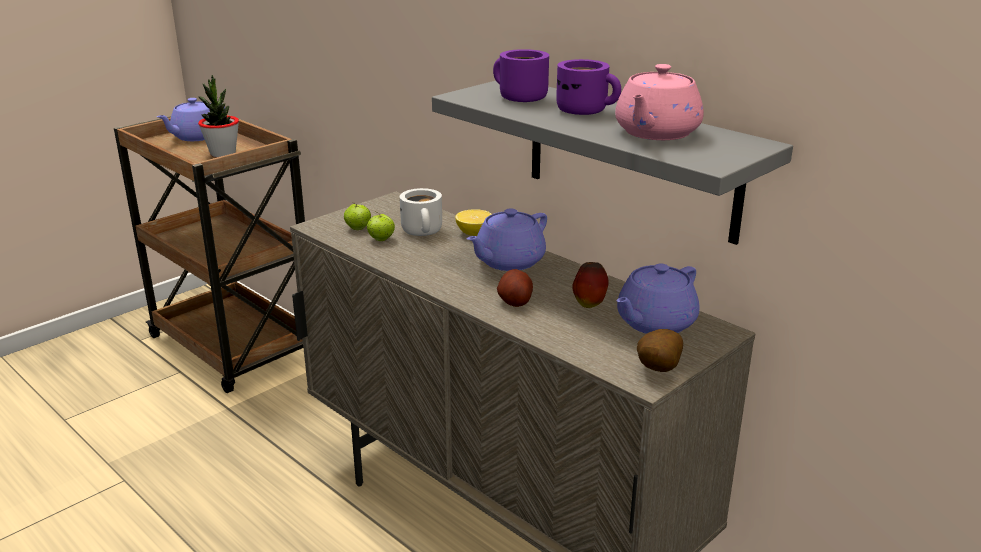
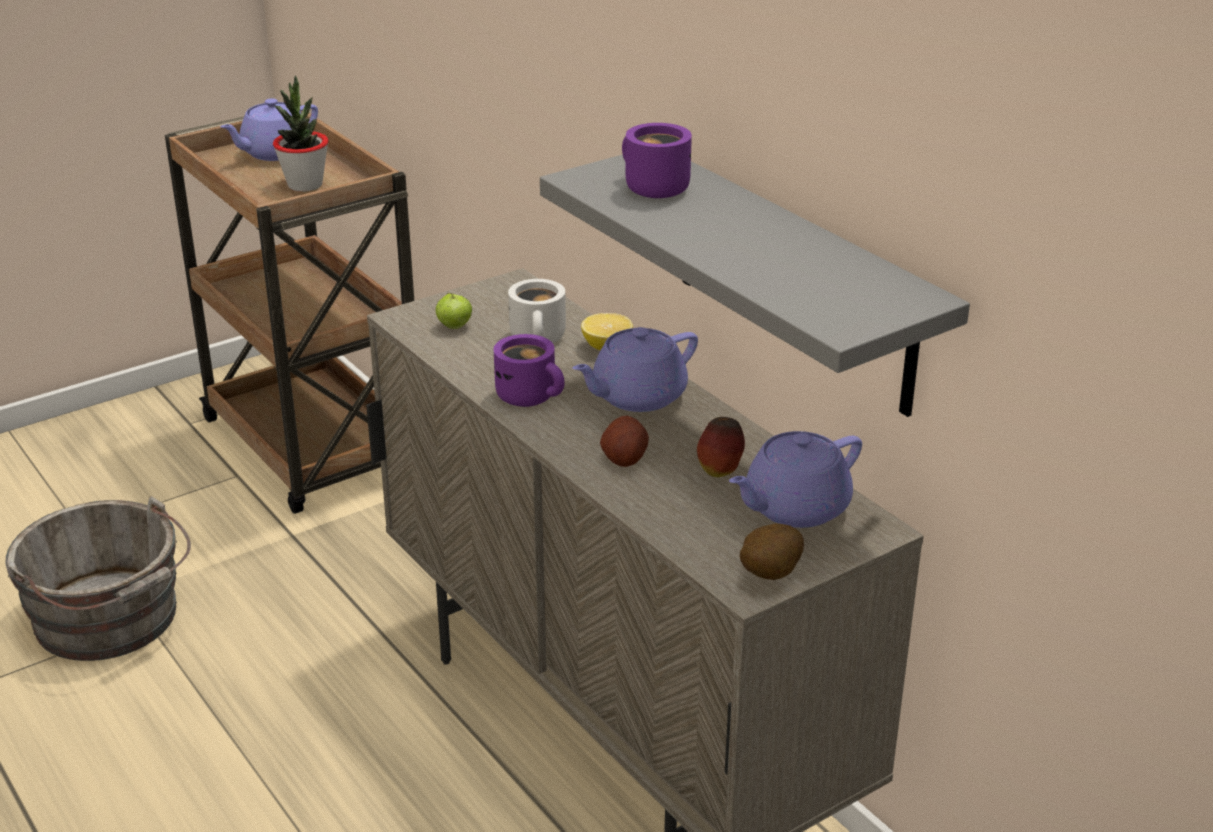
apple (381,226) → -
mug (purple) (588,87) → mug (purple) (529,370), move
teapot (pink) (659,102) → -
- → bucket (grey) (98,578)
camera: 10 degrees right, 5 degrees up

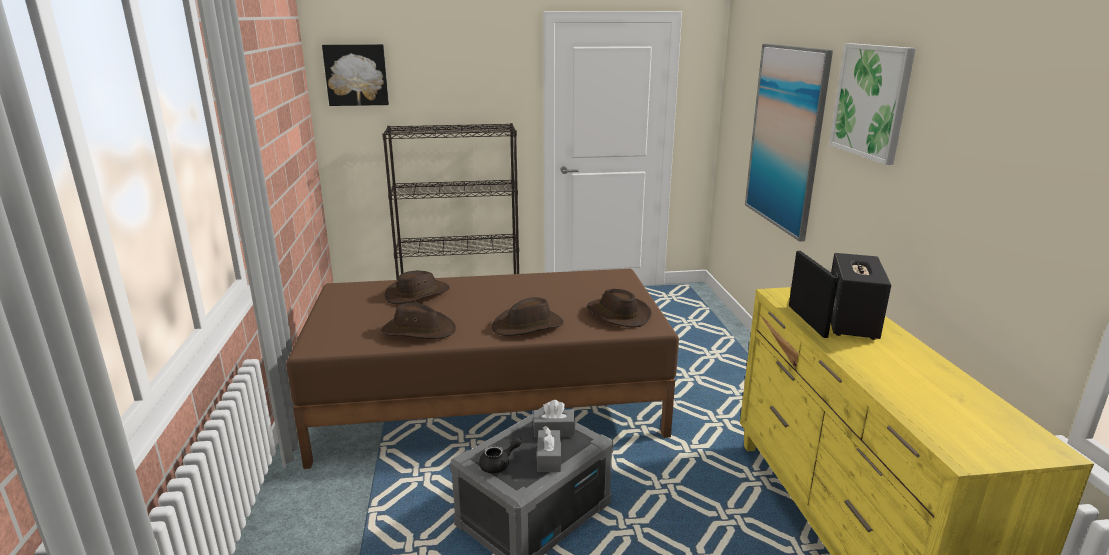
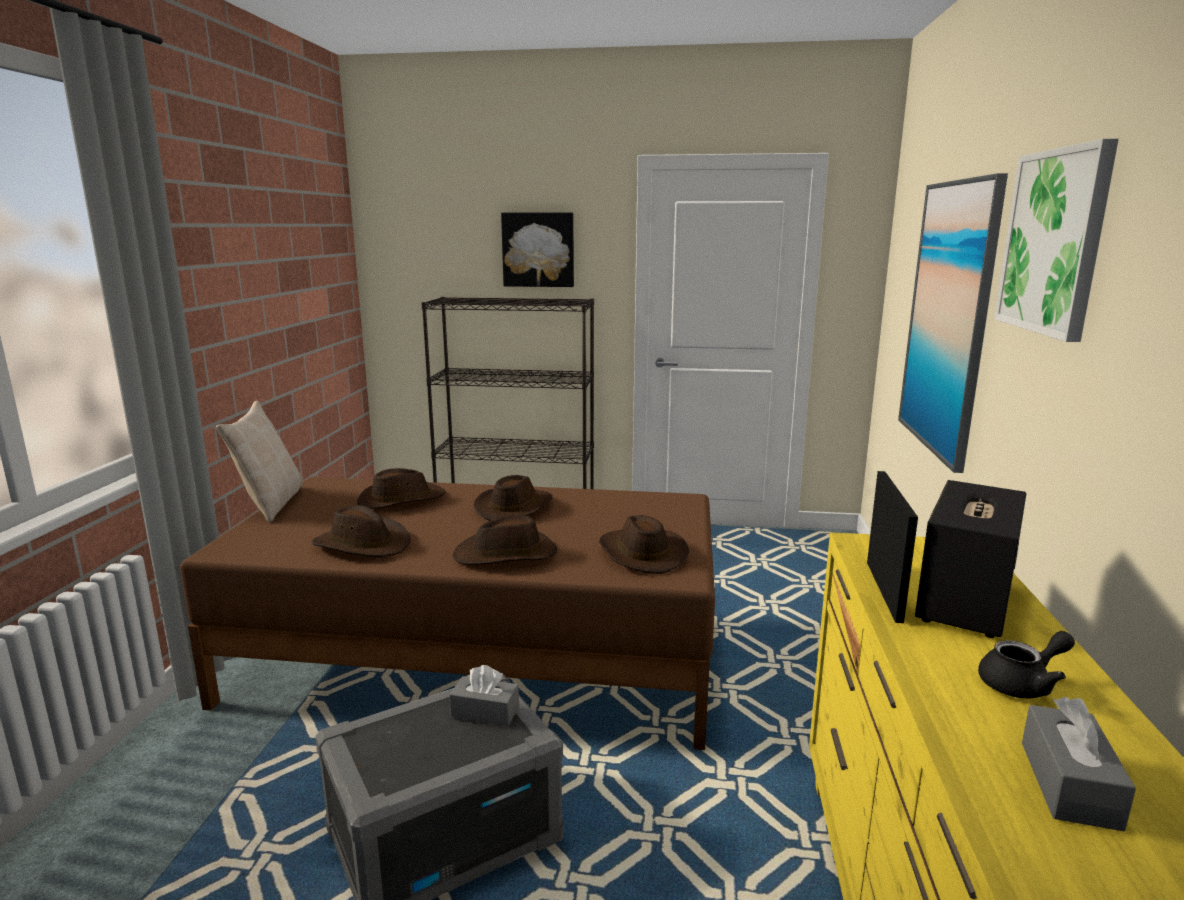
picture (355,75) → picture (537,249), move
teapot (black) (500,455) → teapot (black) (1026,665), move
tissue box (grey) (549,449) → tissue box (grey) (1079,764), move
- → pillow (beige) (259,461)
- → hat (brown) (513,498)
camera: 15 degrees right, 5 degrees down

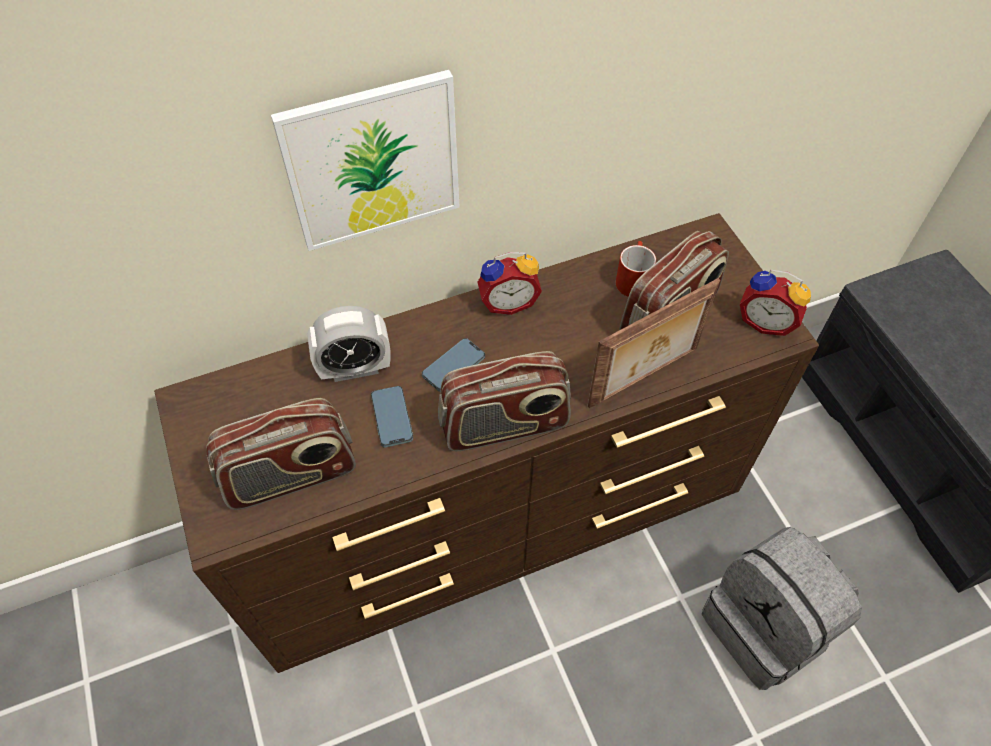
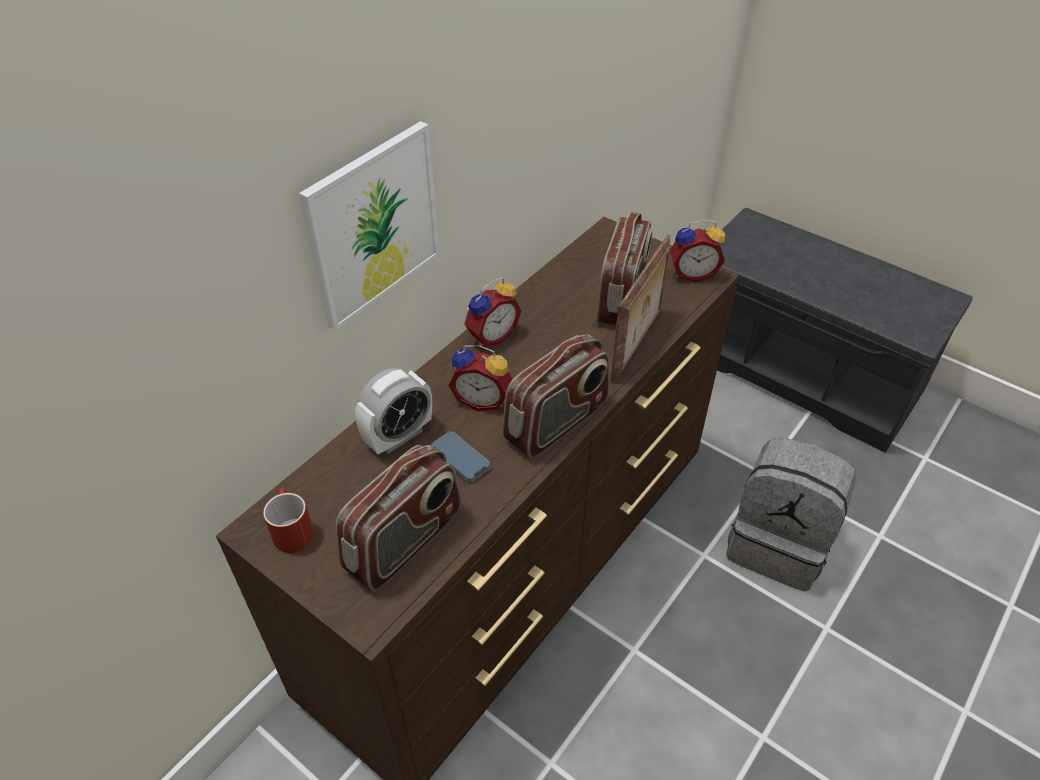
phone (453,365) → alarm clock (480,378)
mug (red) (636,269) → mug (red) (288,520), move
camera: 30 degrees left, 10 degrees down

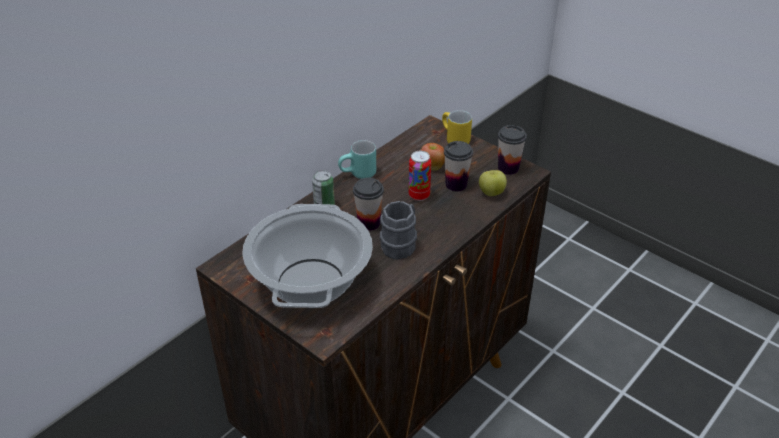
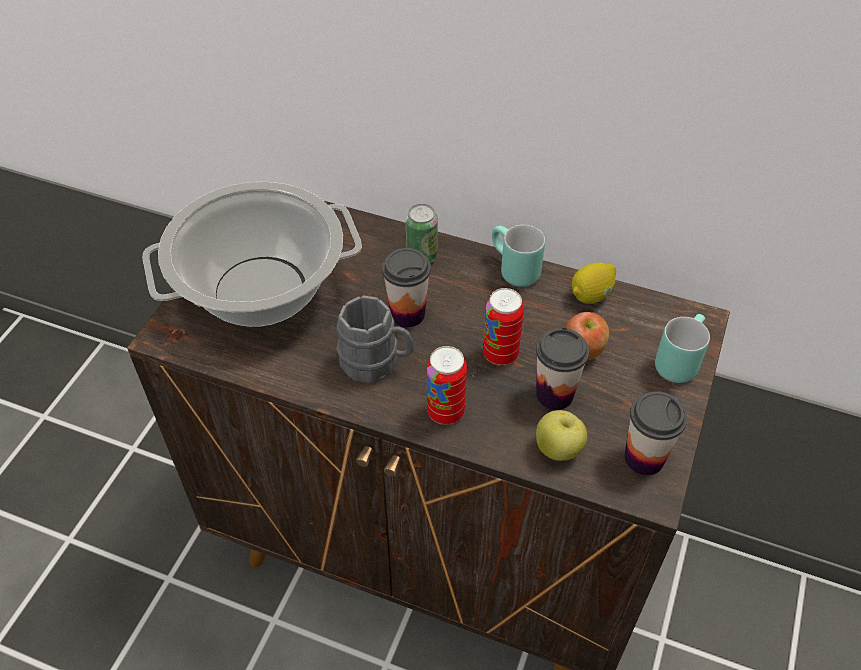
mug (yellow) (457,127) → mug (turquoise) (682,348)
- → can (447,385)
- → lemon (594,283)
camera: 70 degrees right, 10 degrees up

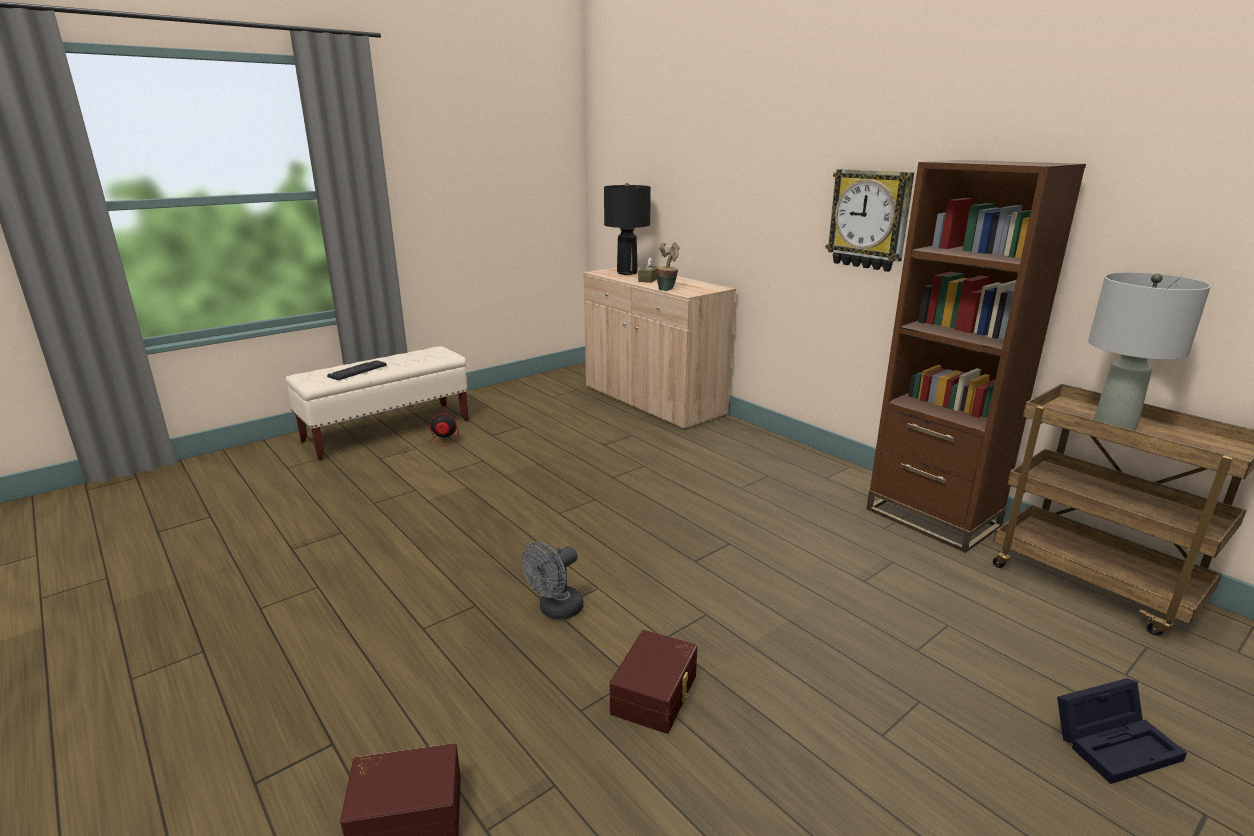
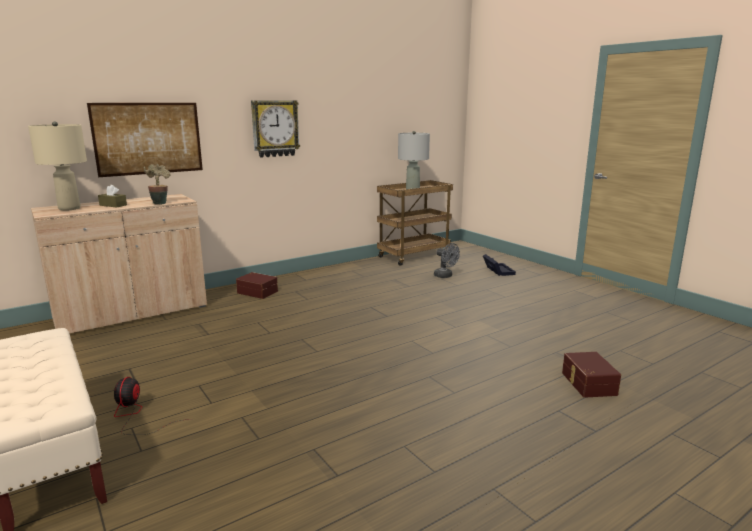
keyboard (357,370) → -
fan (grey) (553,580) → fan (grey) (447,260), move
table lamp (black) (627,229) → table lamp (beige) (57,166)
storage box (brown) (653,682) → storage box (brown) (257,285), move
bookcase (brown) (976,356) → -
- → picture (145,140)
camera: 85 degrees left, 5 degrees down

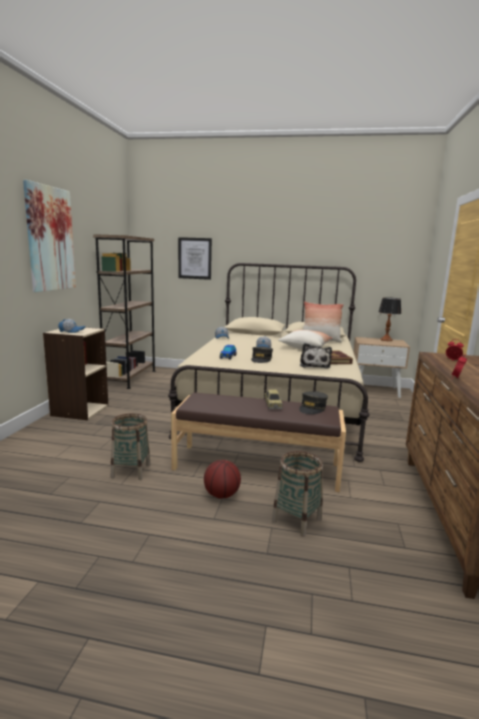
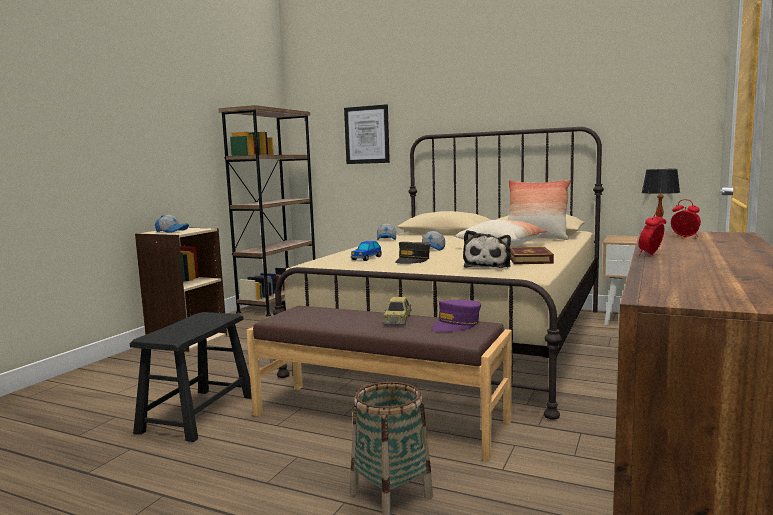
picture (49,236) → -
basket (131,446) → stool (black) (191,377)
basketball (222,479) → -
cap (grey) (313,402) → cap (purple) (456,316)
camera: 15 degrees right, 5 degrees down

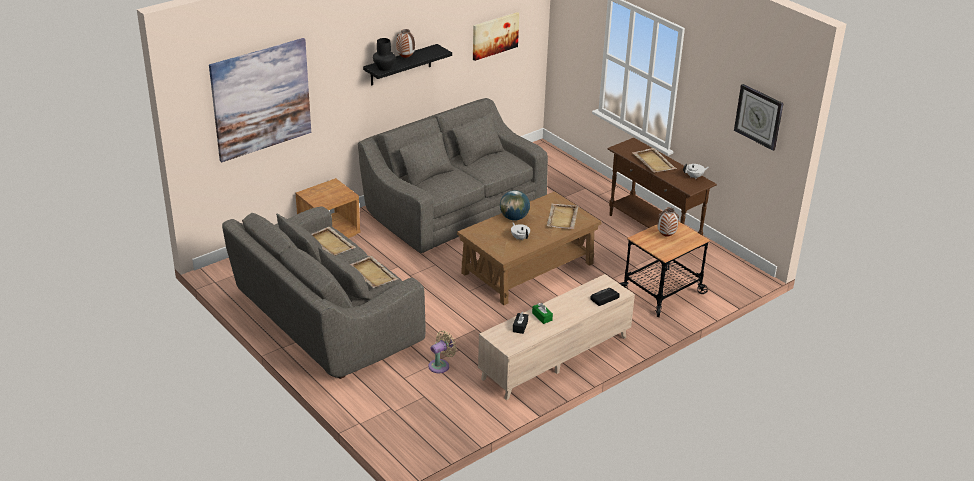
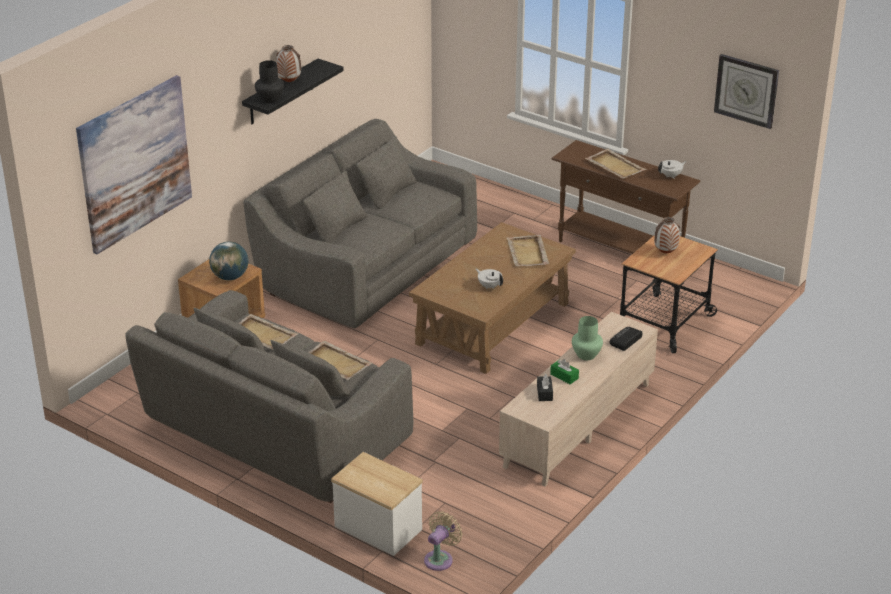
fan (beige) (442,352) → fan (beige) (443,541), move
picture (496,36) → -
globe (515,205) → globe (228,261), move
- → side table (377,504)
- → vase (green) (587,338)
camera: 15 degrees left, 0 degrees up

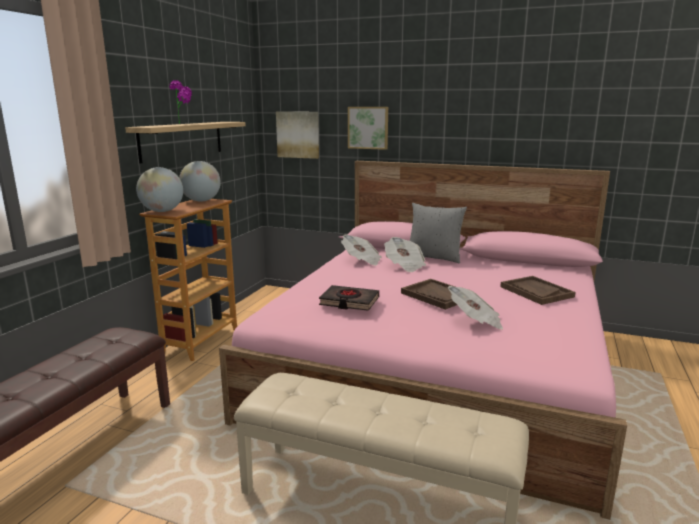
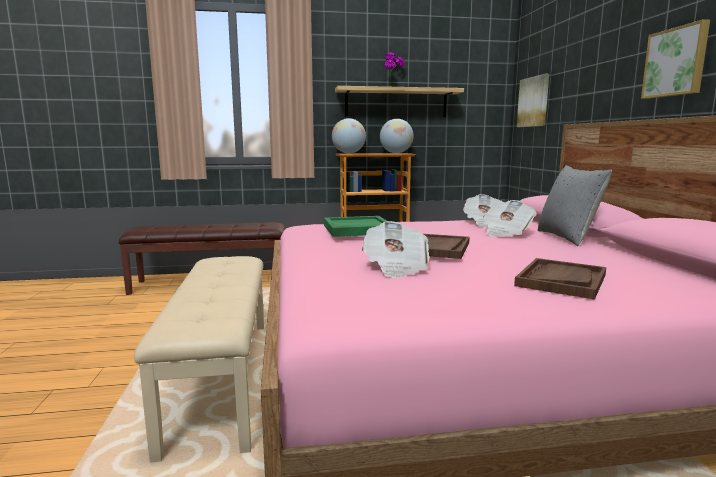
book (black) (349,298) → tray (green) (355,226)
picture (368,128) → picture (675,59), move
camera: 60 degrees right, 5 degrees down

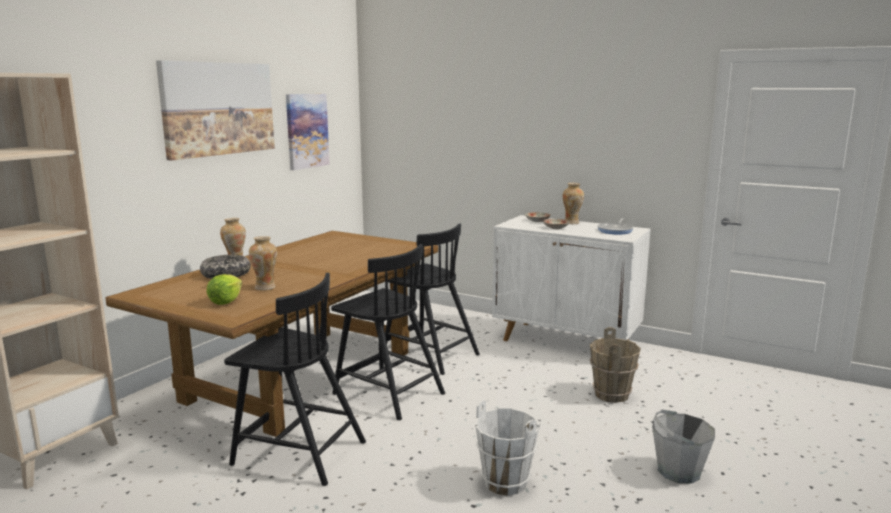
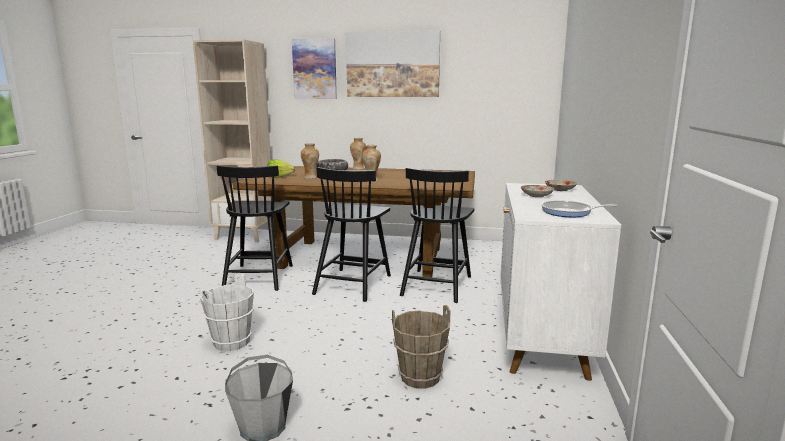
picture (308,132) → picture (314,68), move
vase (573,203) → vase (371,163), move
camera: 70 degrees right, 0 degrees up

